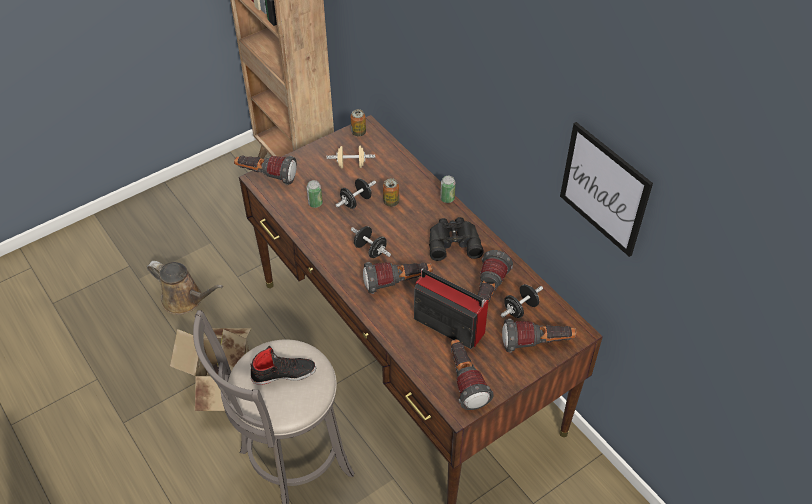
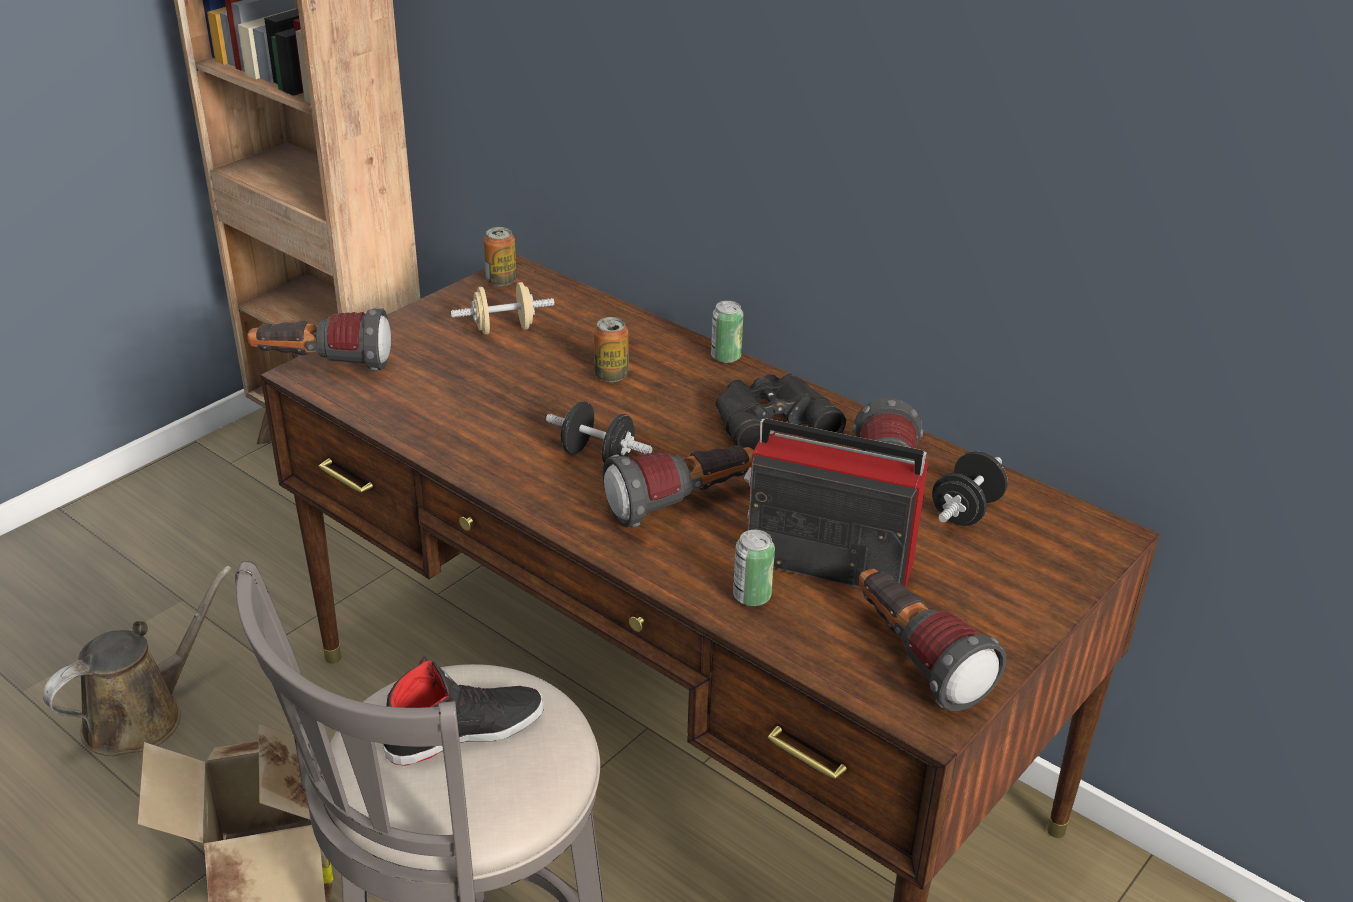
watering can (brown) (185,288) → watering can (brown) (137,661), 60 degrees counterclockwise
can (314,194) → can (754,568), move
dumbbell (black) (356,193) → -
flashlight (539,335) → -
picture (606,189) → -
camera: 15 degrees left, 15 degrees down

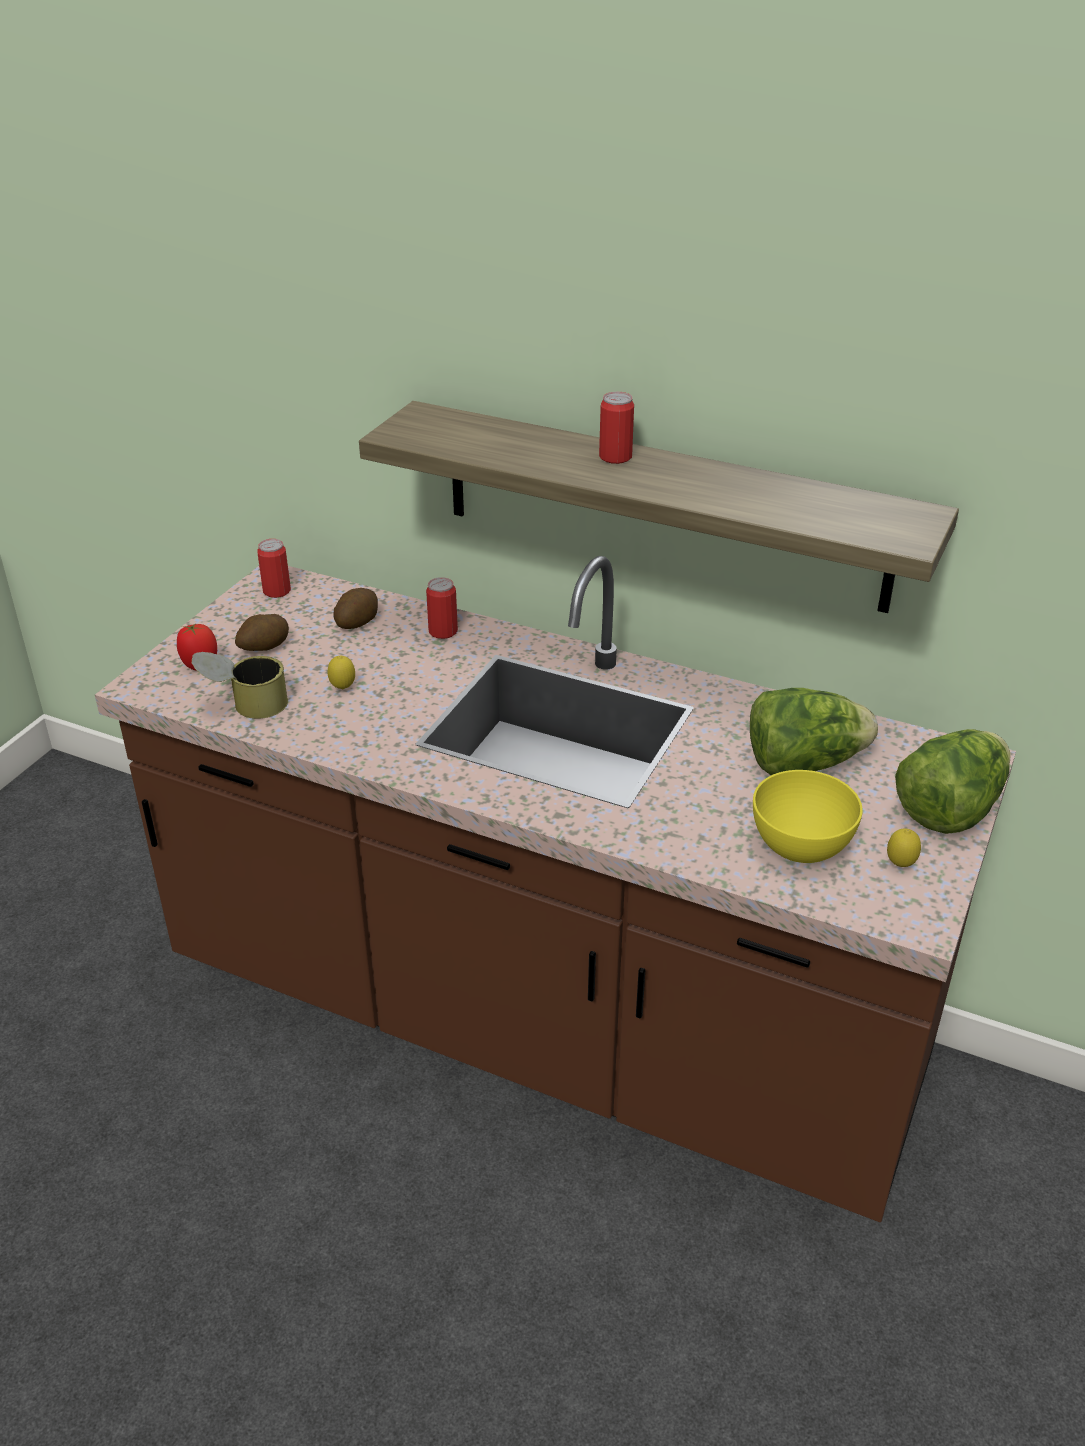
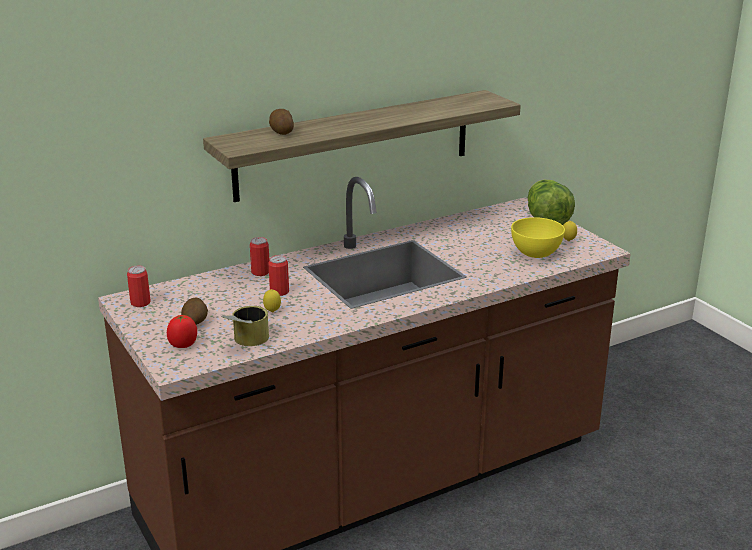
potato (355,608) → potato (281,122), move
can (616,428) → can (279,275), move
lettuce (814,731) → -
camera: 55 degrees left, 10 degrees down

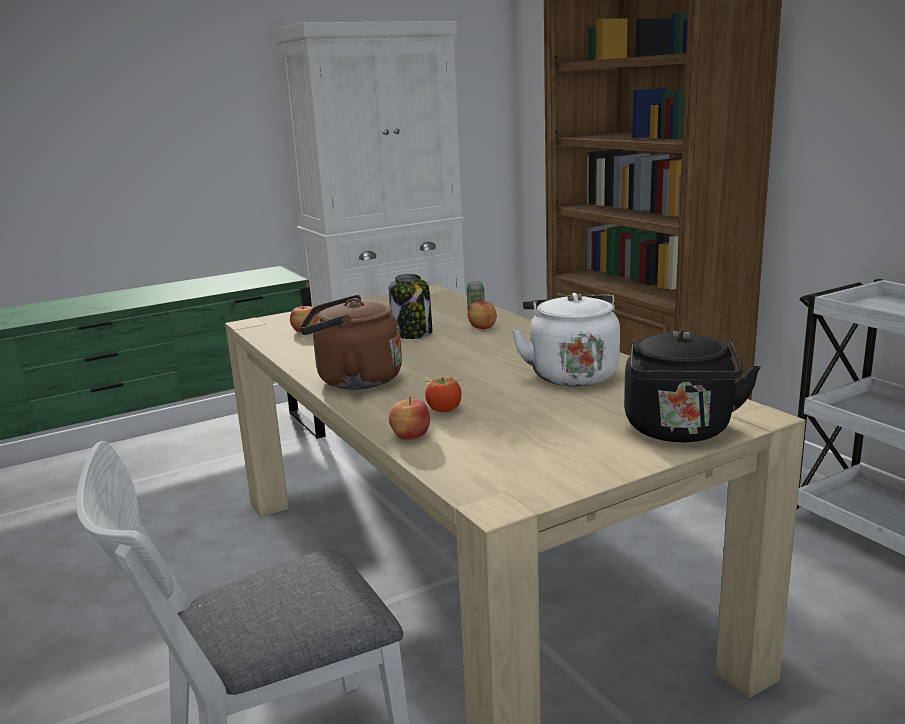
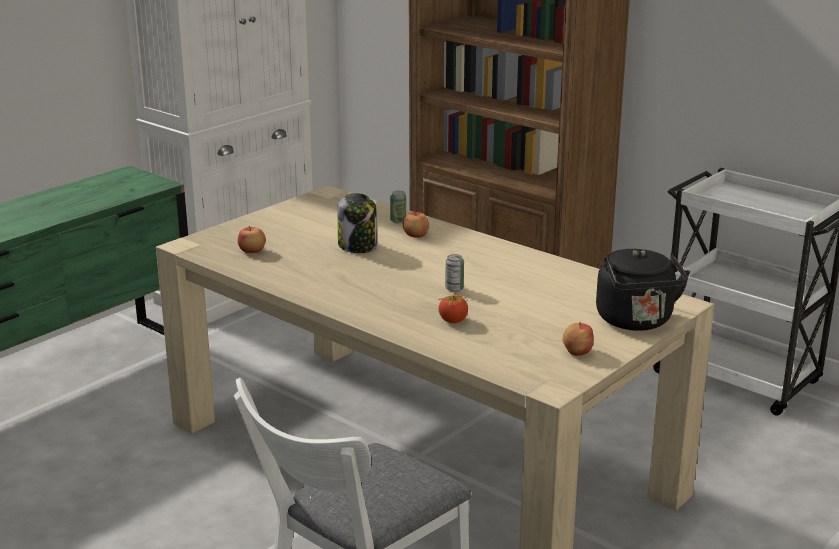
kettle (brown) (351,342) → -
apple (409,418) → apple (578,339), move
kettle (white) (565,340) → -
- → can (454,273)
camera: 20 degrees left, 5 degrees up

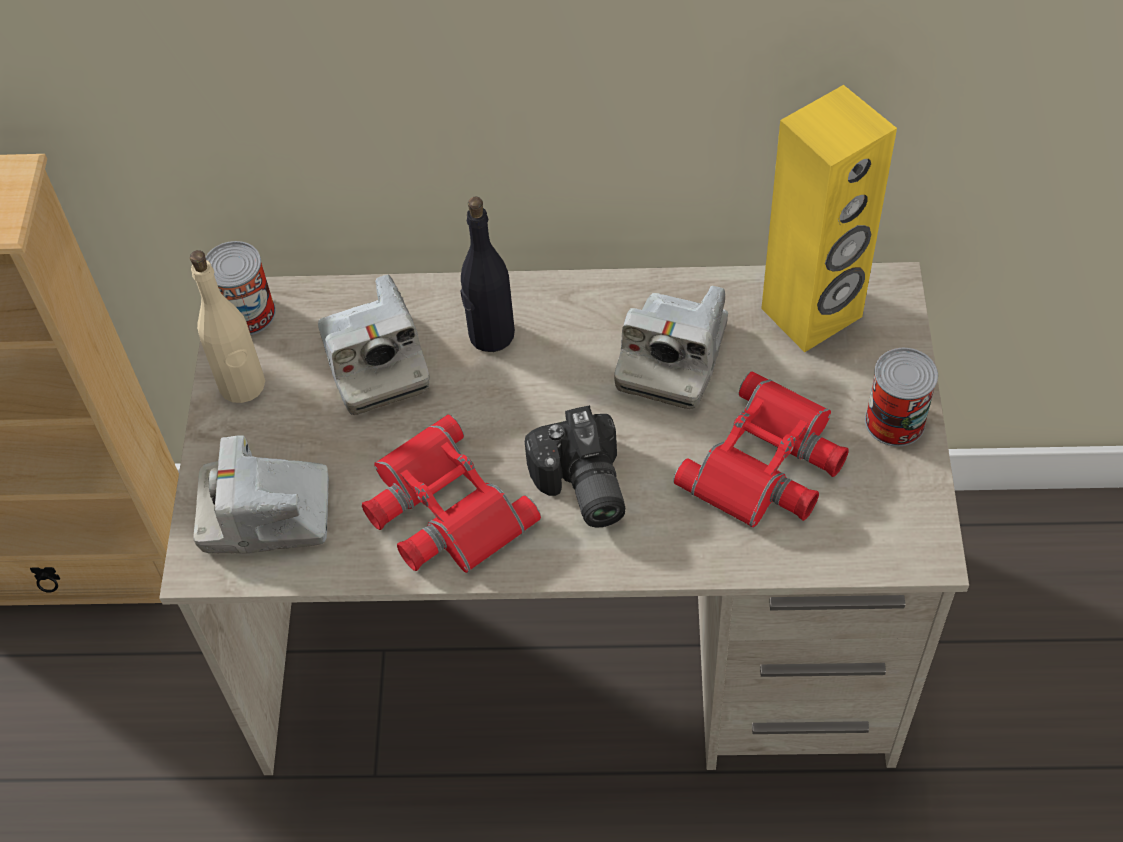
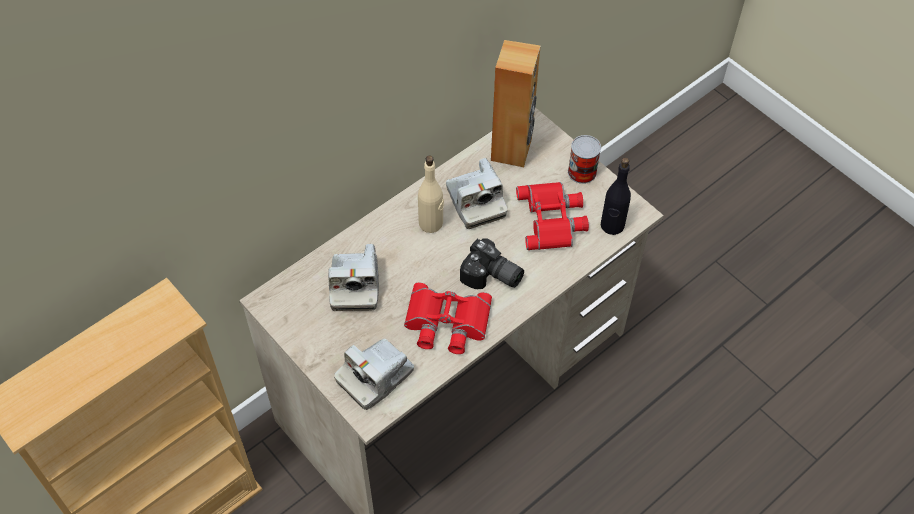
bottle (beige) (227,326) → bottle (beige) (431,194), move
can (240,288) → -
photo camera (374,345) → photo camera (353,277), 60 degrees clockwise
bottle (black) (487,274) → bottle (black) (616,196), move
speaker (yellow) (829,218) → speaker (brown) (516,103)
camera: 45 degrees left, 0 degrees up

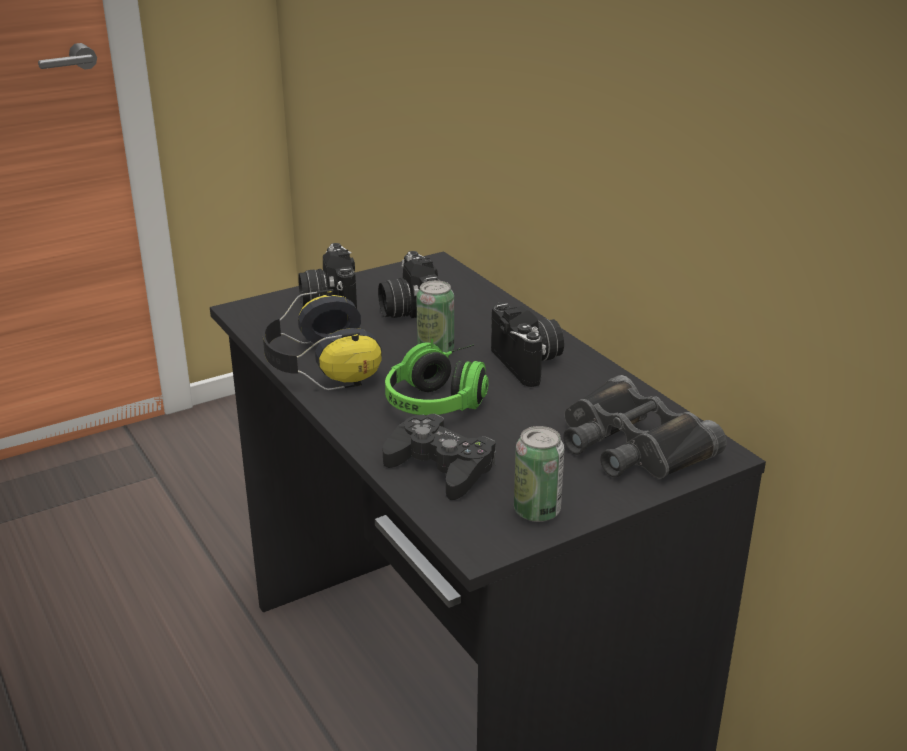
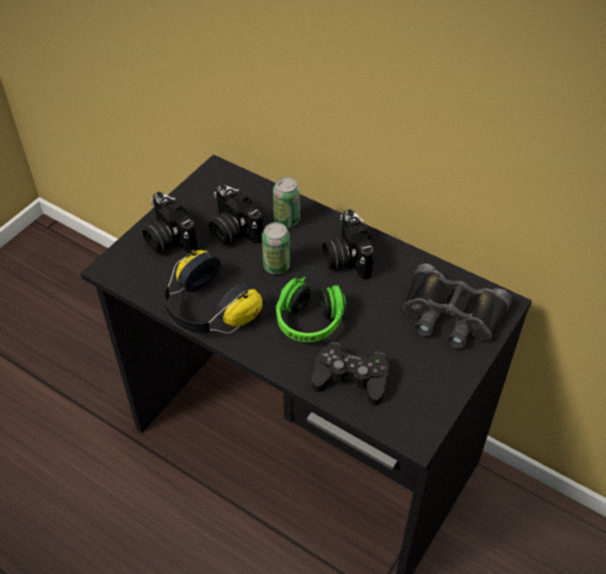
photo camera (527,344) → photo camera (348,244), 150 degrees counterclockwise
can (539,474) → can (286,202), move
camera: 25 degrees left, 20 degrees up

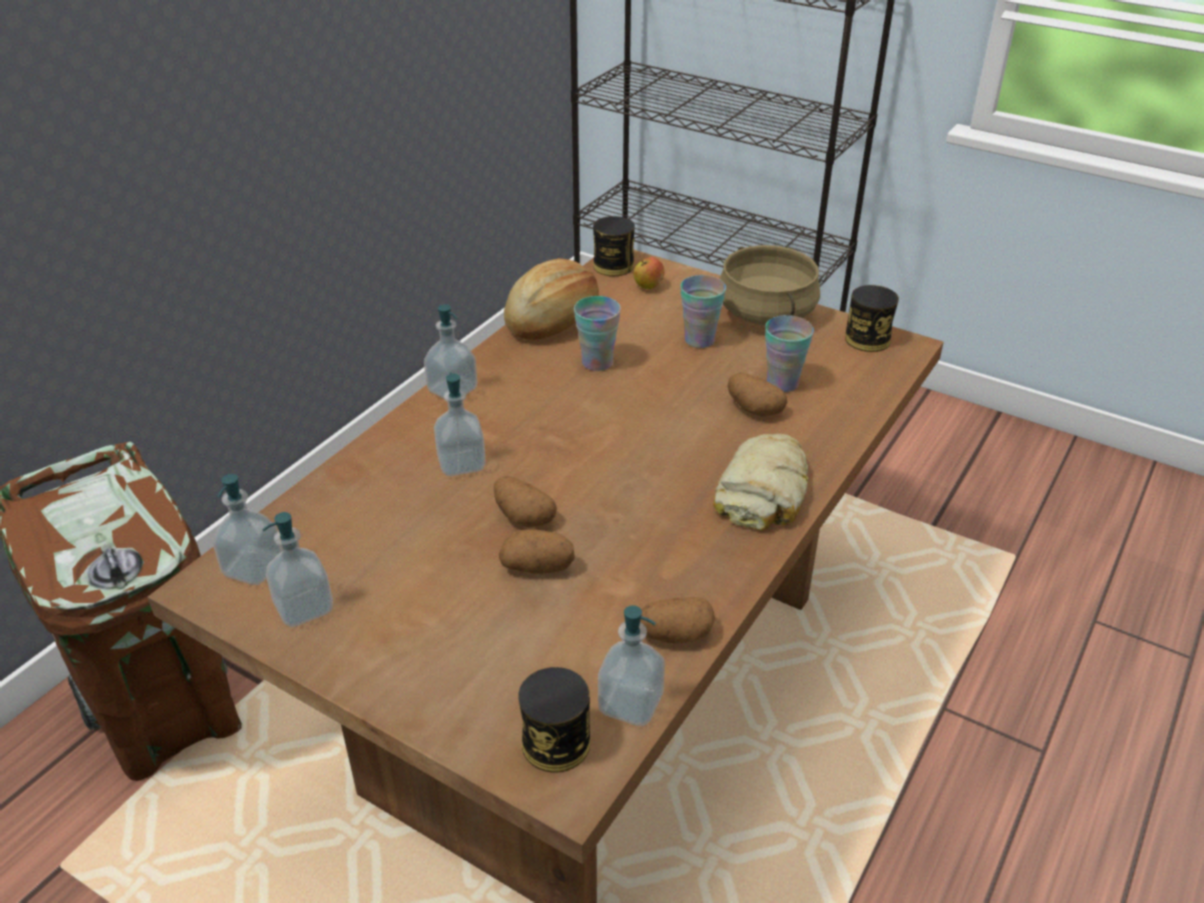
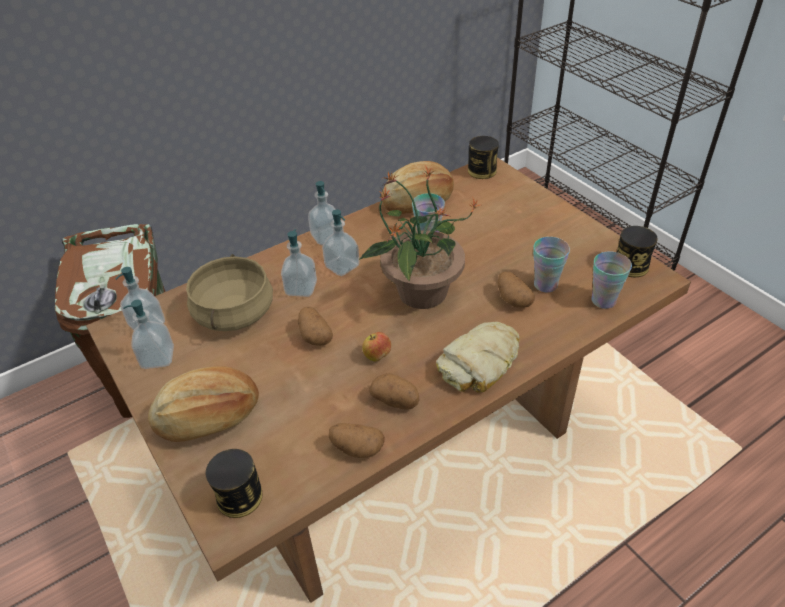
potato (537,551) → potato (394,391), move
soap dispenser (631,665) → soap dispenser (341,243), move
apple (649,273) → apple (376,346), move
cup (703,311) → cup (611,280), move
cooking pot (beige) (769,285) → cooking pot (beige) (229,292), move
- → bread (203,404)
- → potted plant (419,237)
camera: 25 degrees right, 5 degrees up

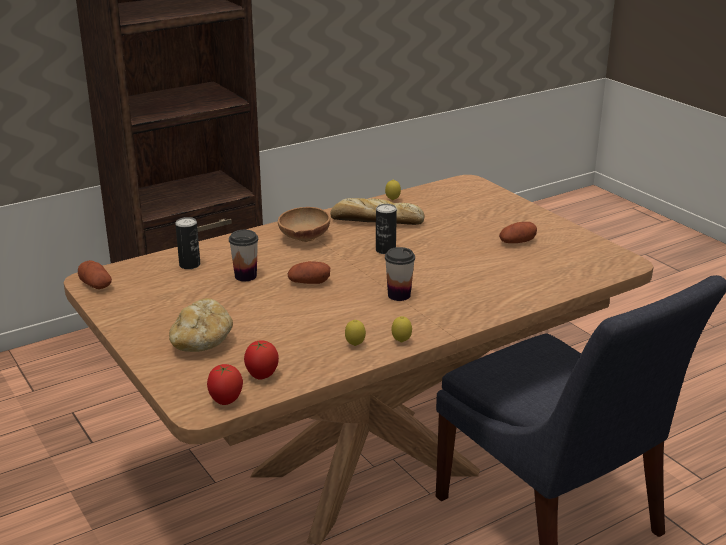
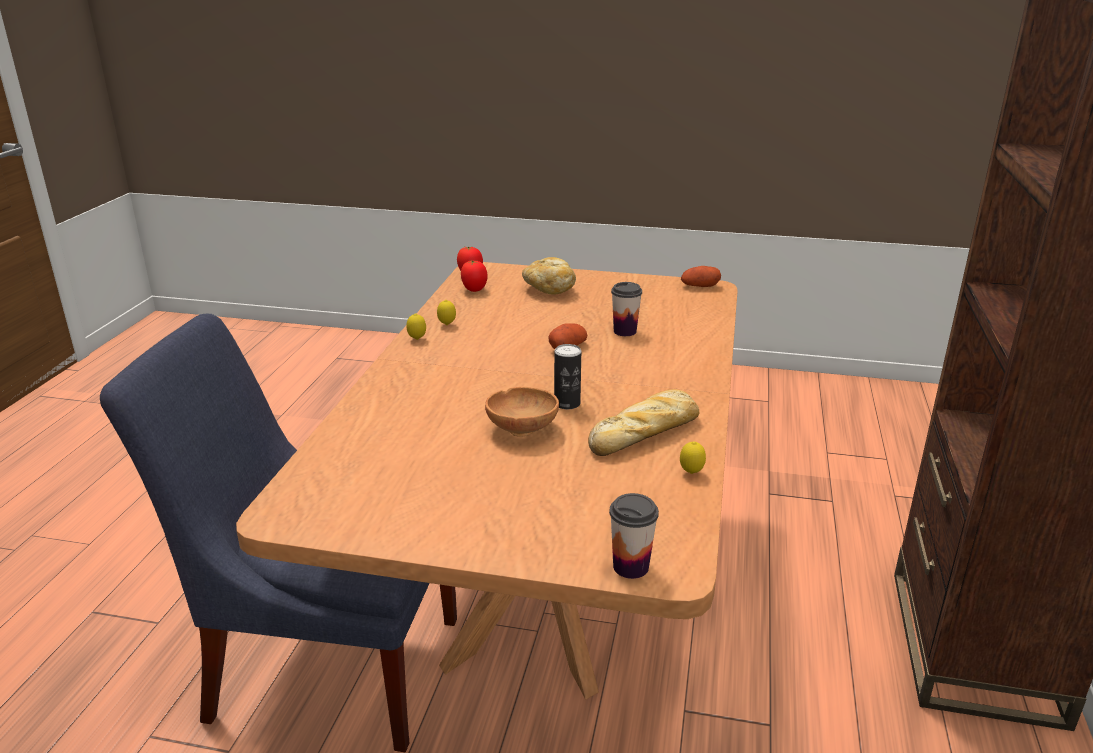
can (187,243) → -
bowl (brown) (304,224) → bowl (brown) (522,412), move
cup (400,274) → cup (634,536), move
potato (518,232) → -
camera: 135 degrees right, 0 degrees up

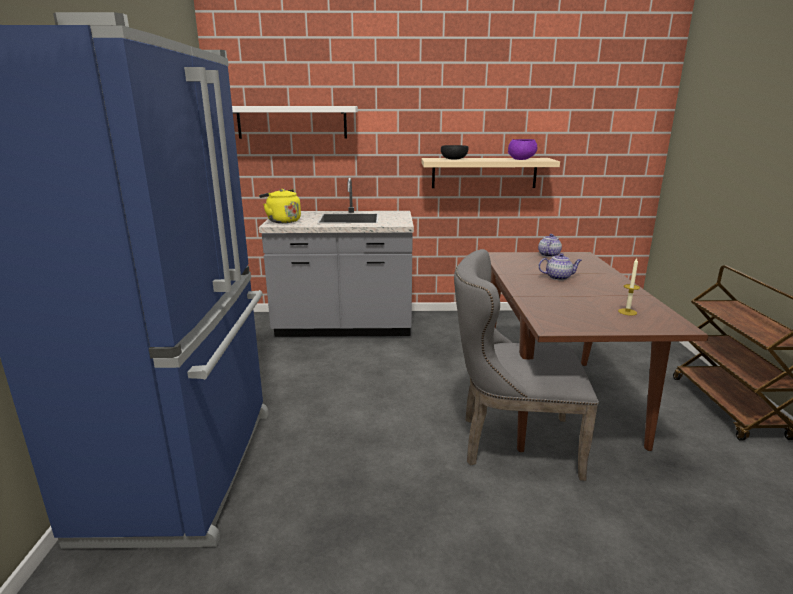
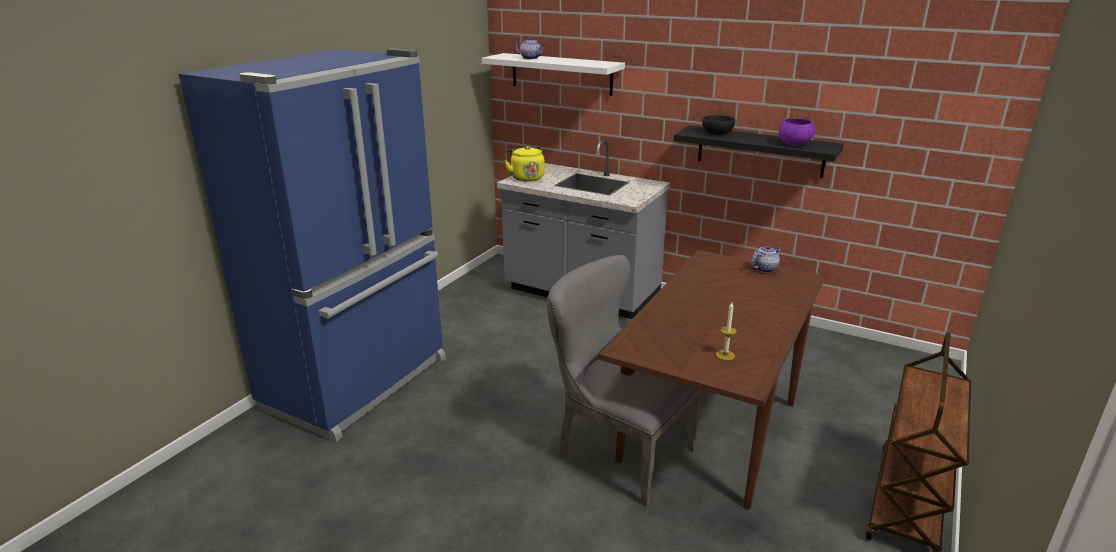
shelf (beige) (490,173) → shelf (black) (759,152)
teapot (560,266) → teapot (530,48), move
camera: 30 degrees right, 5 degrees up

